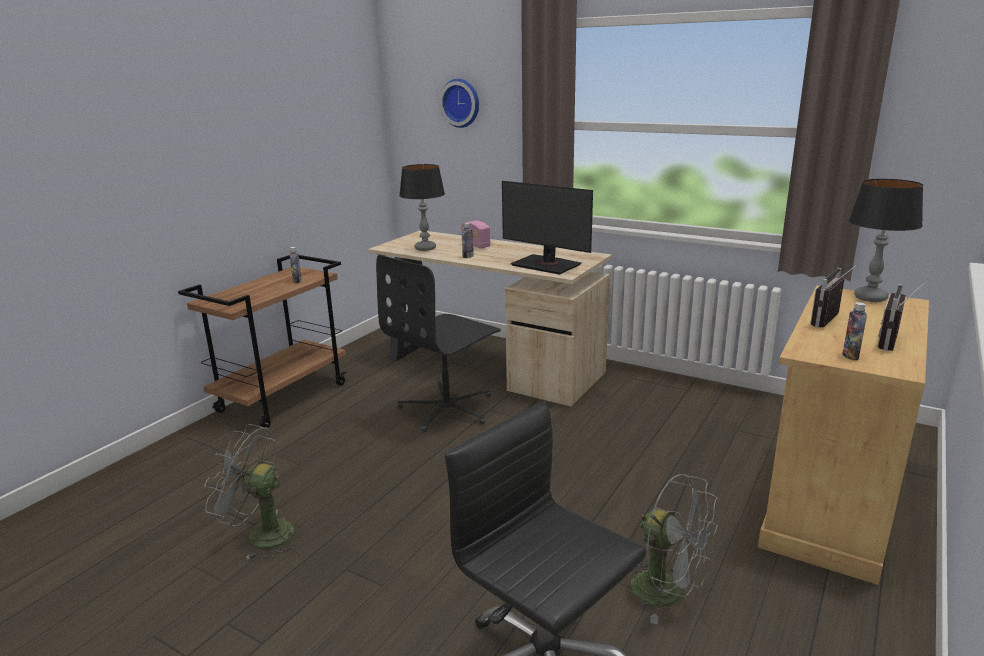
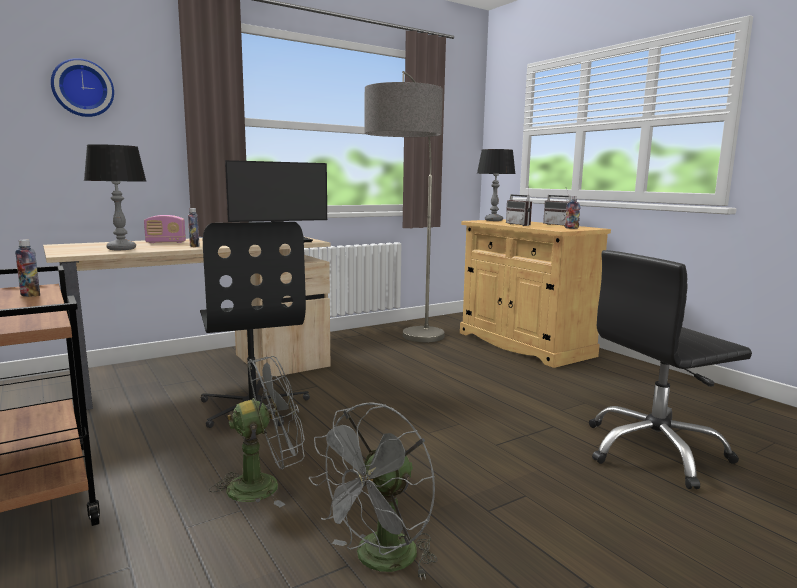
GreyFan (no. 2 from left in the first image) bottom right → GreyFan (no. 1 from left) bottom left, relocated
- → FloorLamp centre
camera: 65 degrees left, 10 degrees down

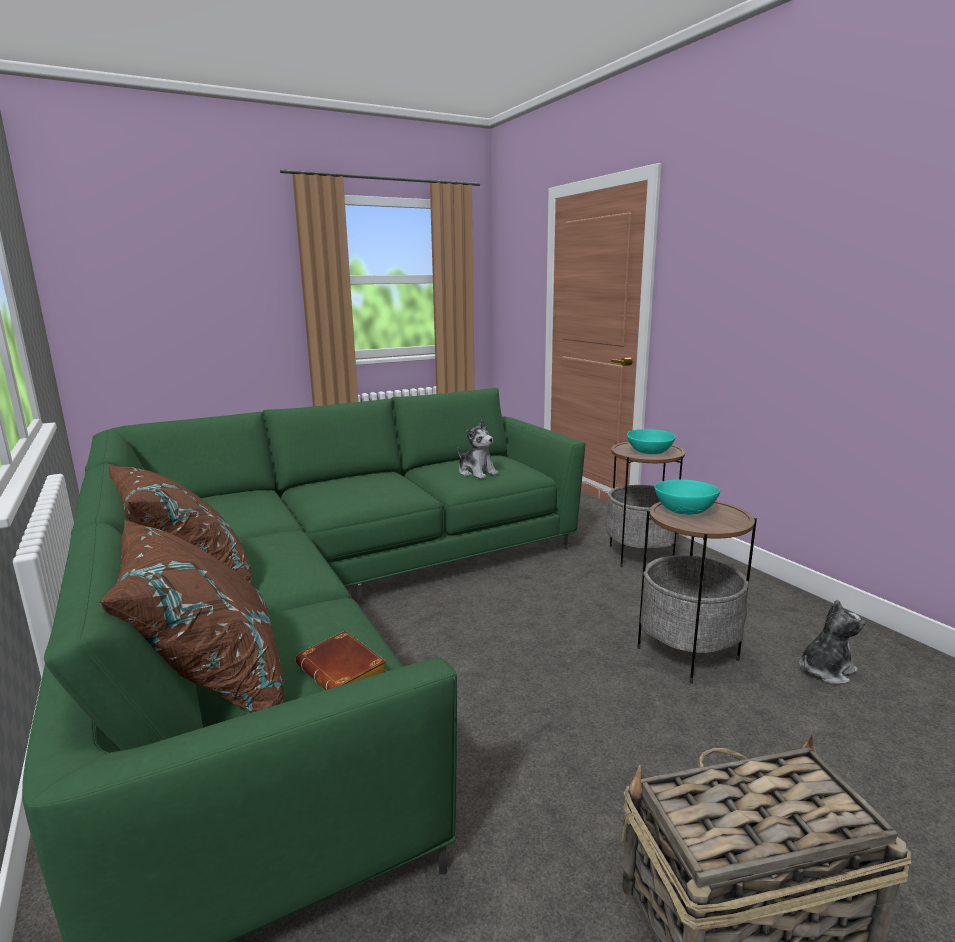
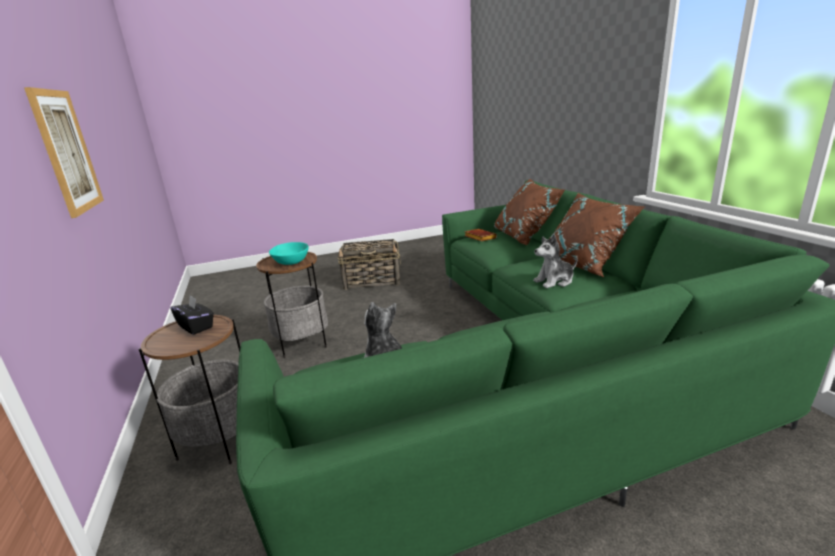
TurquoiseBowl (no. 1 from left) middle right → BlackTissueBox middle left
PlushToy (no. 2 from left) bottom right → PlushToy (no. 2 from left) centre, relocated
- → Picture top left
camera: 170 degrees left, 5 degrees up

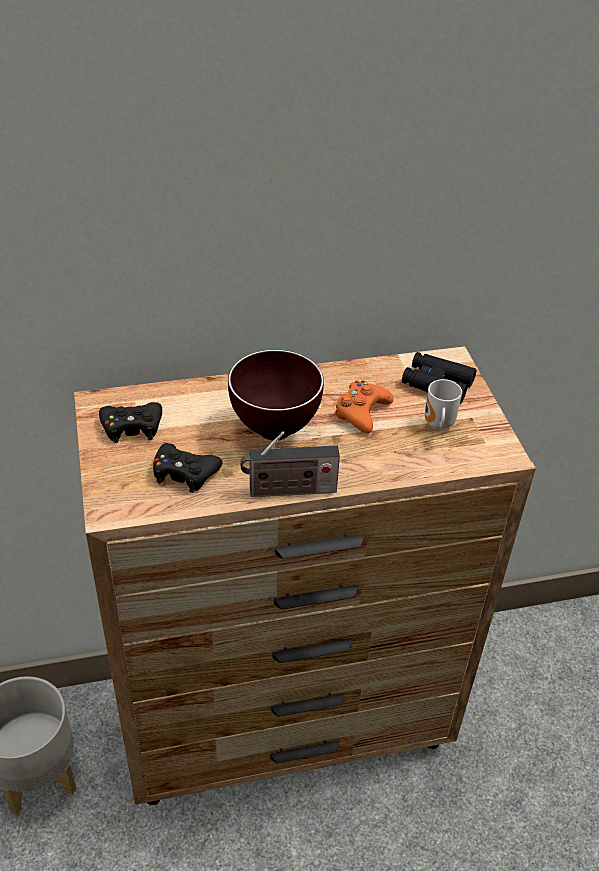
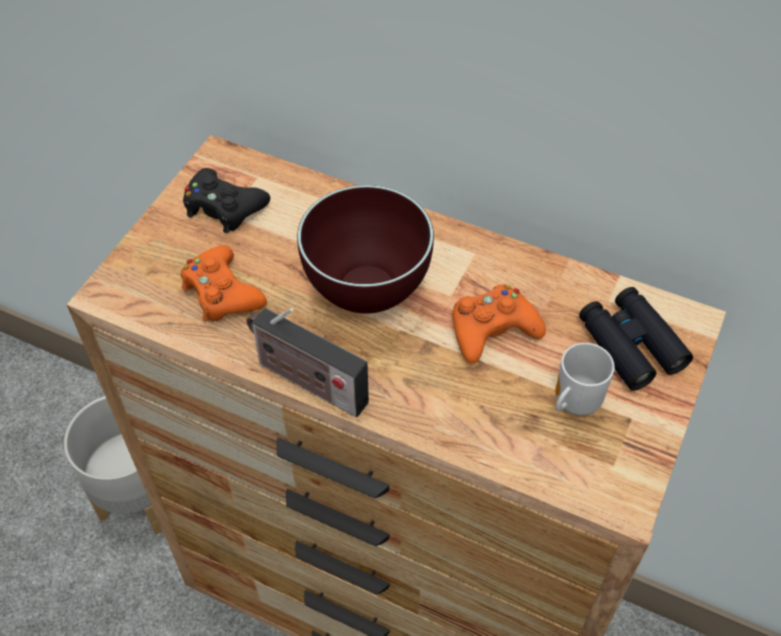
BlackGameController (no. 2 from left) middle left → OrangeGameController (no. 1 from left) middle left
camera: 40 degrees right, 10 degrees up

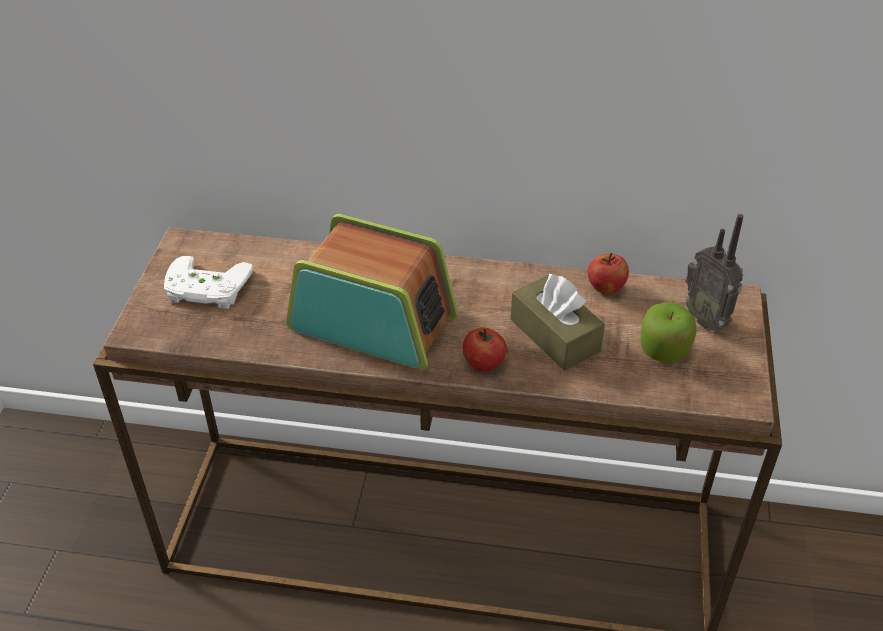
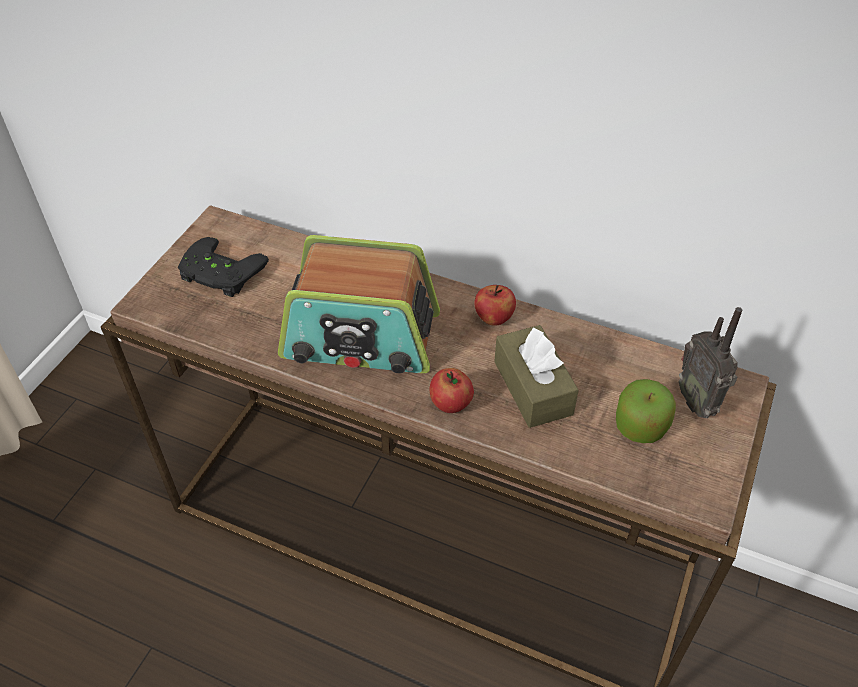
Radio (no. 1 from left) centre, 150 degrees clockwise
Apple (no. 2 from left) middle right → Apple (no. 2 from left) centre, relocated
WhiteGameController middle left → BlackGameController middle left
camera: 15 degrees right, 5 degrees up

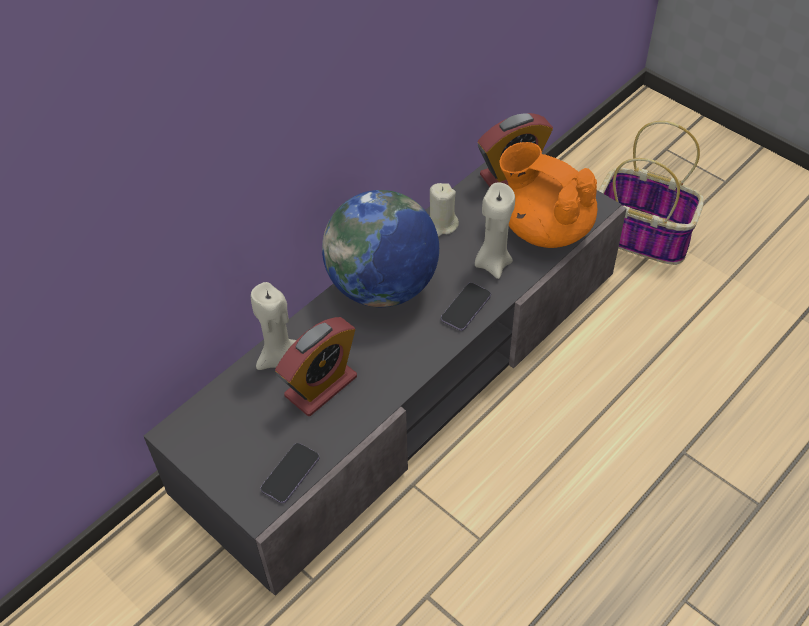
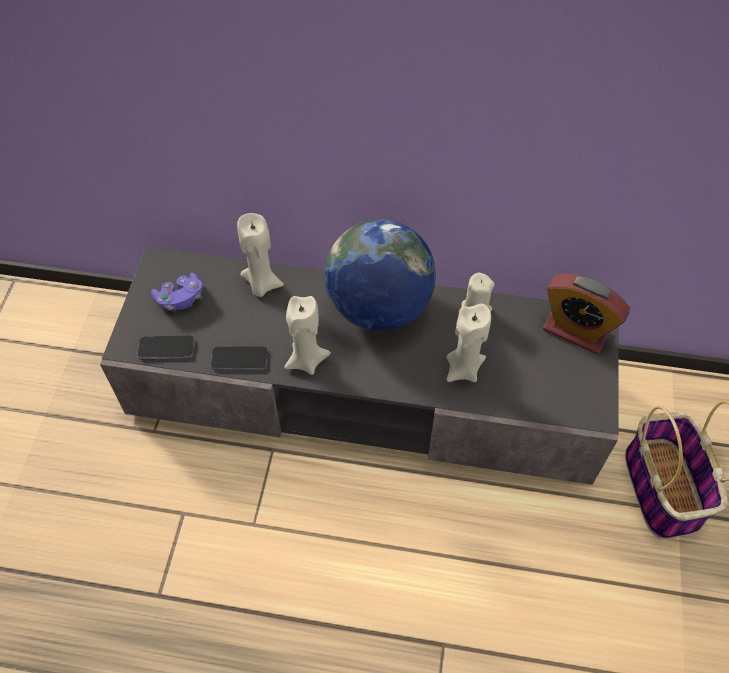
OrangeTeapot top right → -
Phone (no. 2 from left) centre → Phone (no. 2 from left) middle left, relocated
AlarmClock (no. 1 from left) centre → -
- → PurpleGameController middle left
- → BeigeCandle (no. 2 from left) centre
camera: 55 degrees right, 5 degrees up

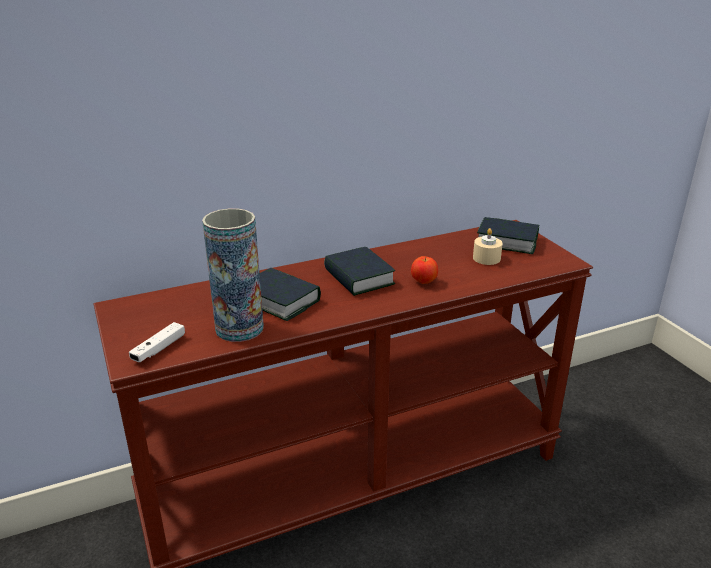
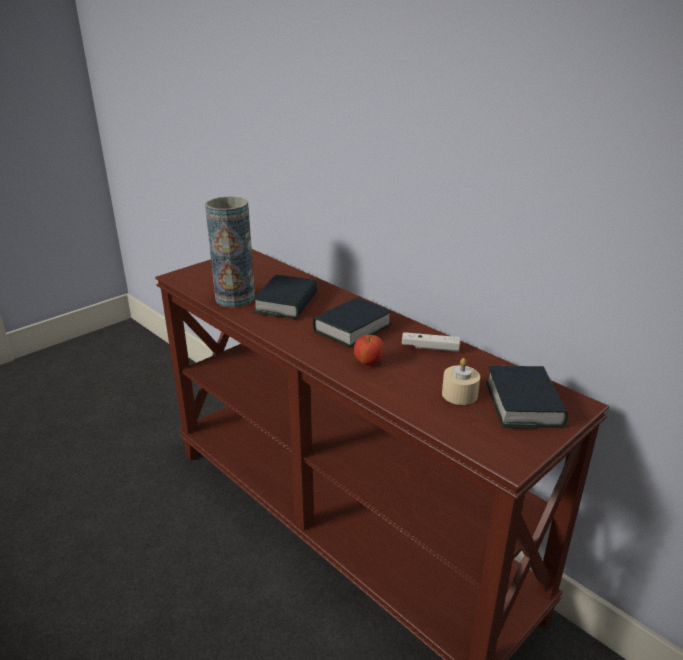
WhiteGameController middle left → WhiteGameController centre, relocated
camera: 70 degrees right, 0 degrees up

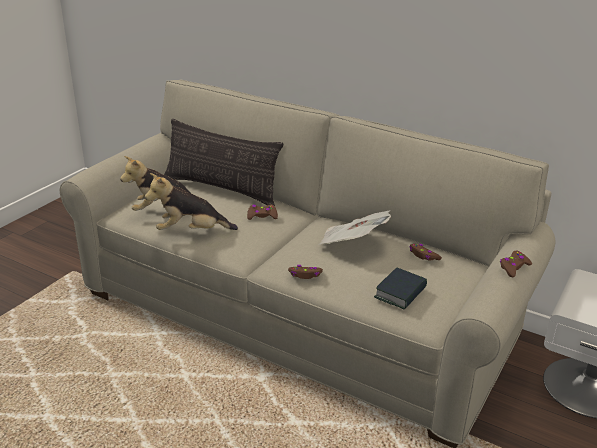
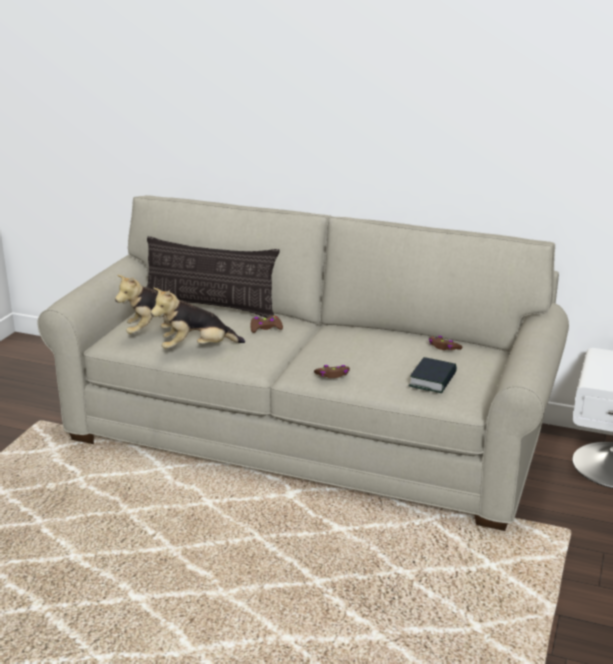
Newspaper centre → -
BrownGameController (no. 4 from left) middle right → -
camera: 10 degrees left, 5 degrees down

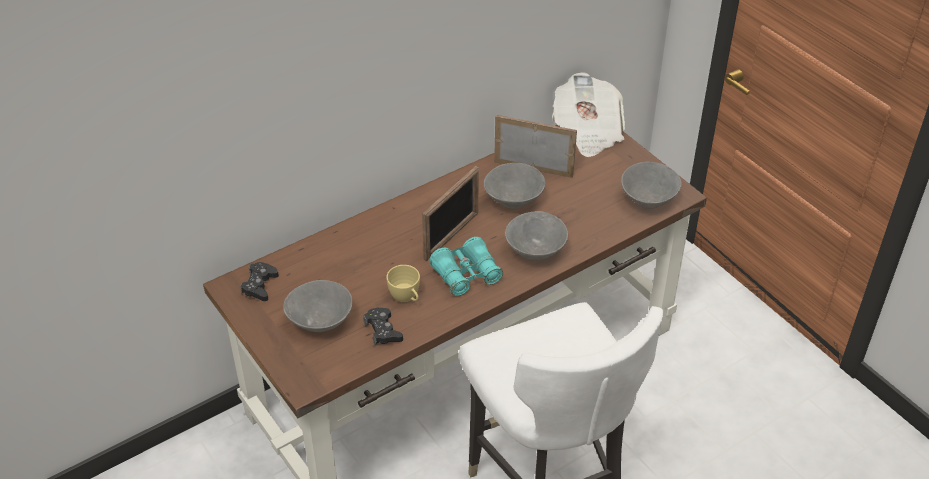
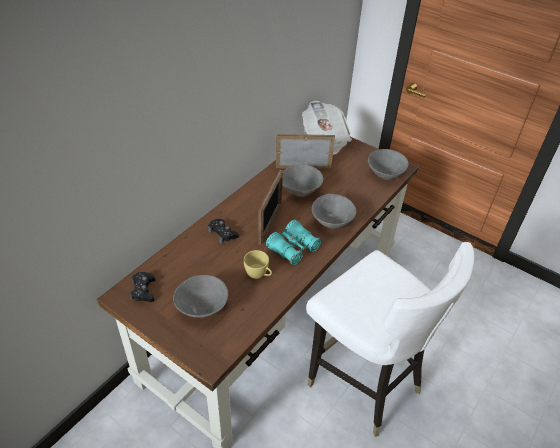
BlackGameController (no. 2 from left) bottom centre → BlackGameController (no. 2 from left) centre, relocated
camera: 20 degrees left, 0 degrees up

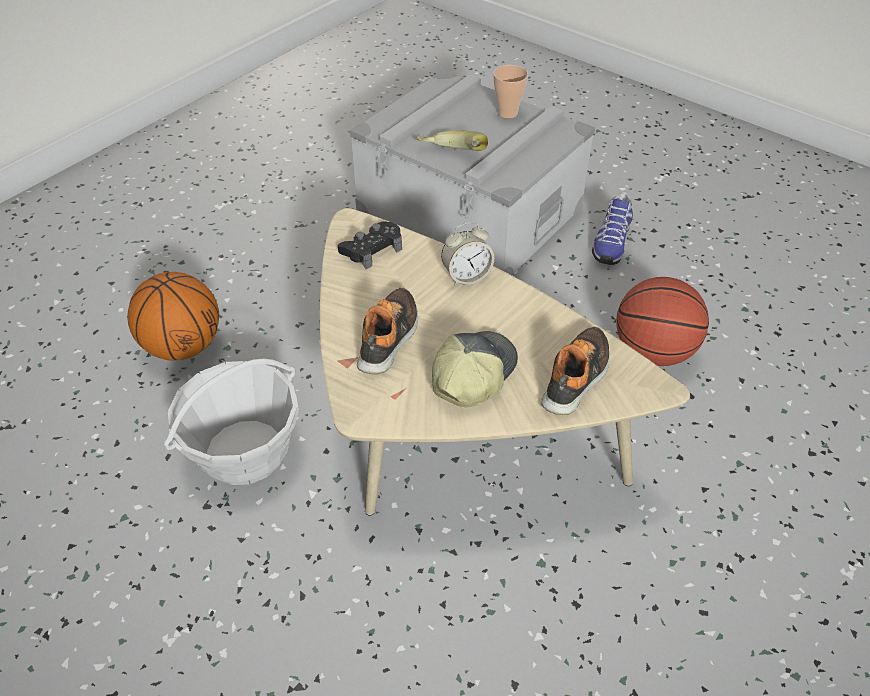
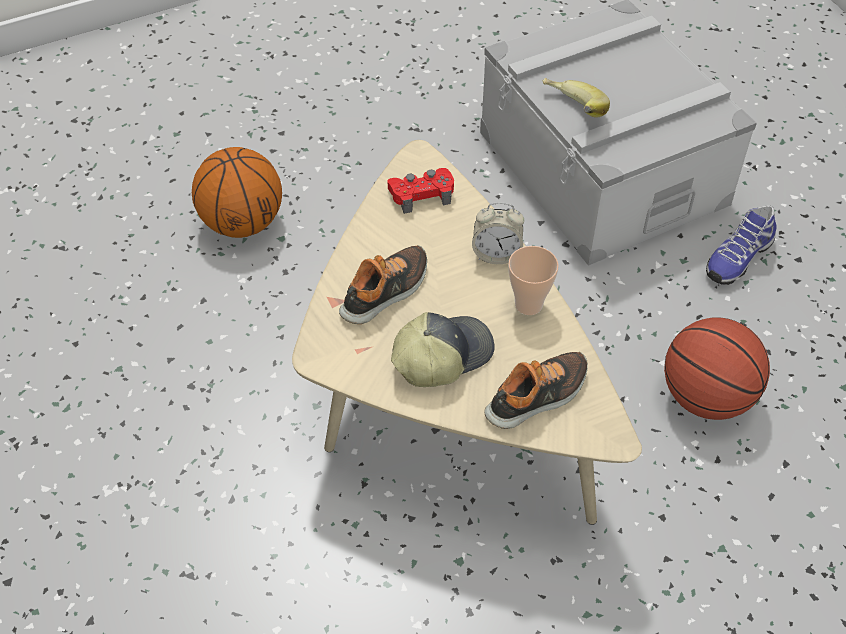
Cup top centre → Cup centre, relocated
BlackGameController centre → RedGameController top centre
Basket middle left → -
camera: 25 degrees right, 5 degrees up

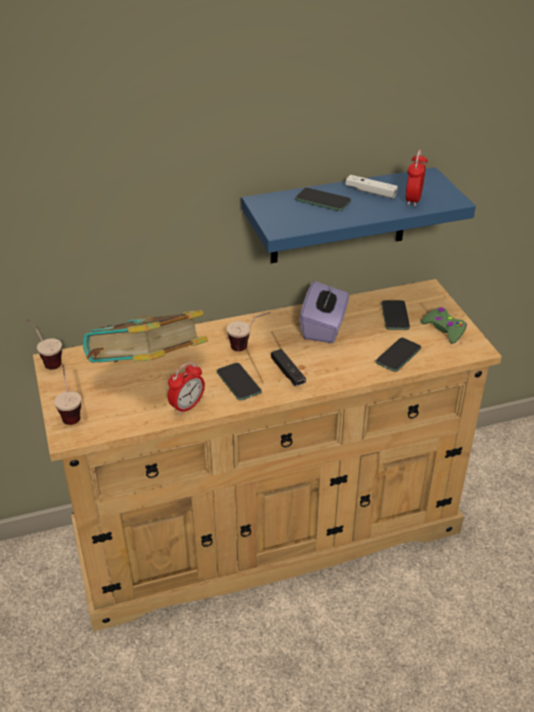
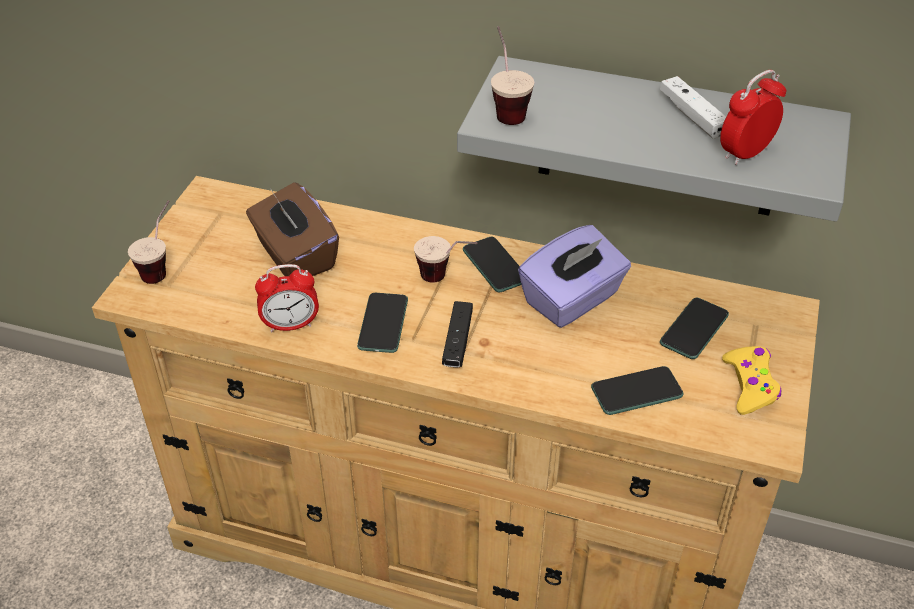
BlueShelf top right → GreyShelf top right
Phone (no. 2 from left) top centre → Phone (no. 2 from left) centre, relocated
GreenGameController middle right → YellowGameController middle right
Book middle left → BrownTissueBox middle left
Cup (no. 1 from left in the first image) middle left → Cup (no. 3 from left) top centre, relocated
camera: 35 degrees right, 5 degrees up

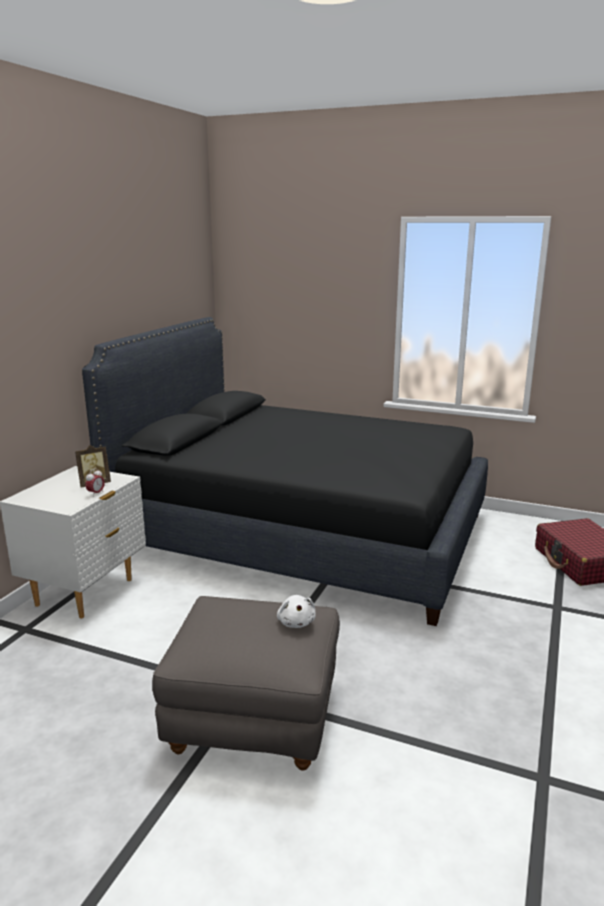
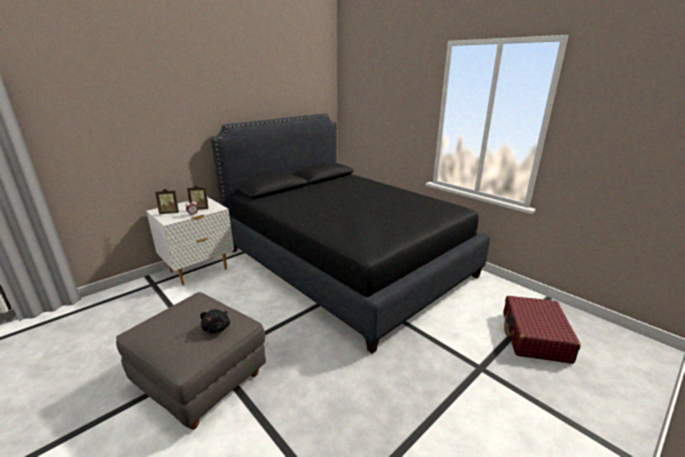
WhitePlushToy bottom centre → BlackPlushToy bottom left
- → PictureFrame (no. 1 from left) middle left
camera: 25 degrees right, 5 degrees up

